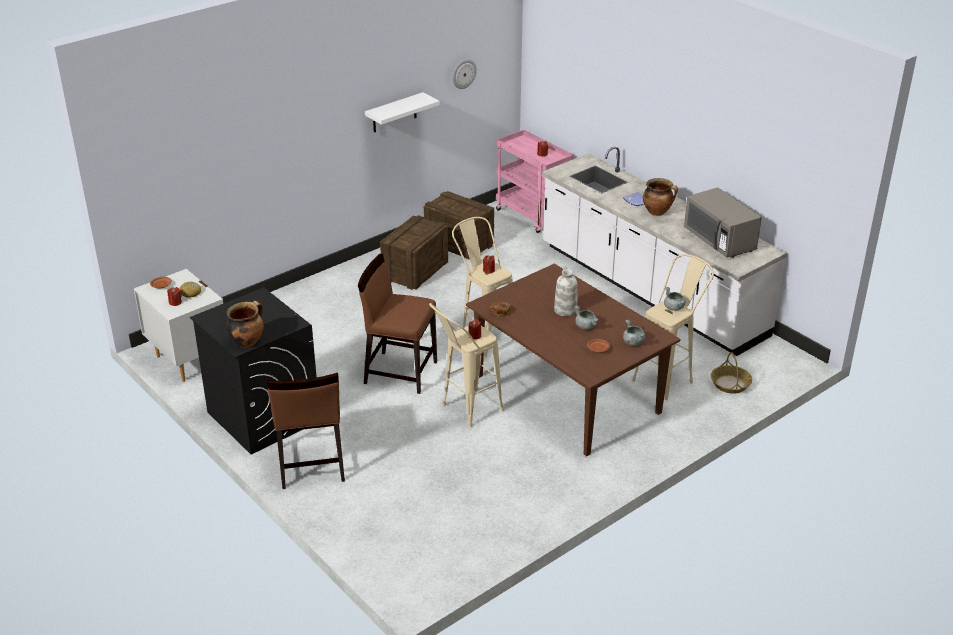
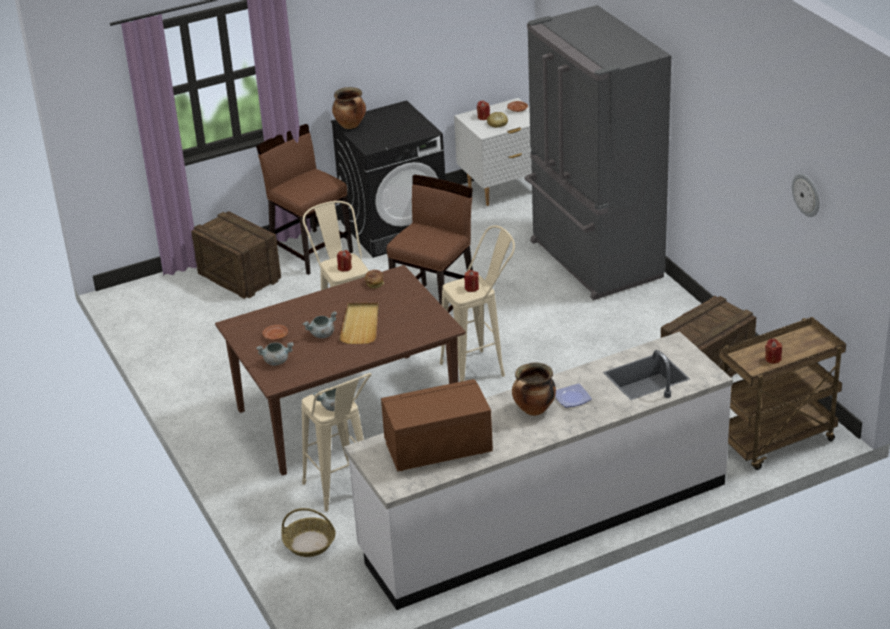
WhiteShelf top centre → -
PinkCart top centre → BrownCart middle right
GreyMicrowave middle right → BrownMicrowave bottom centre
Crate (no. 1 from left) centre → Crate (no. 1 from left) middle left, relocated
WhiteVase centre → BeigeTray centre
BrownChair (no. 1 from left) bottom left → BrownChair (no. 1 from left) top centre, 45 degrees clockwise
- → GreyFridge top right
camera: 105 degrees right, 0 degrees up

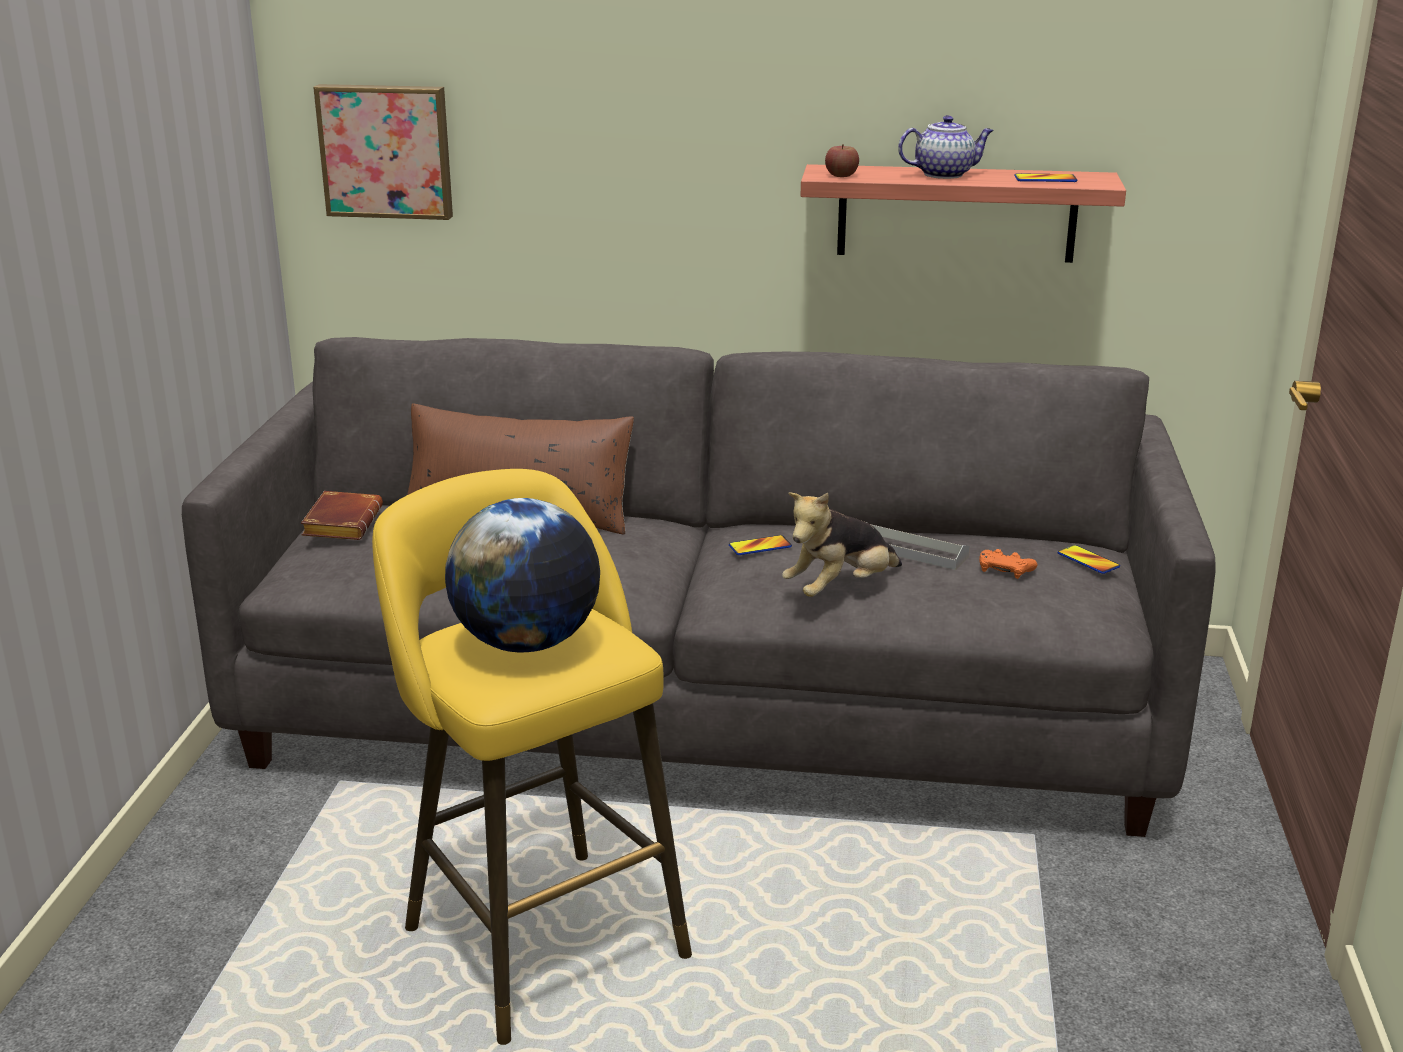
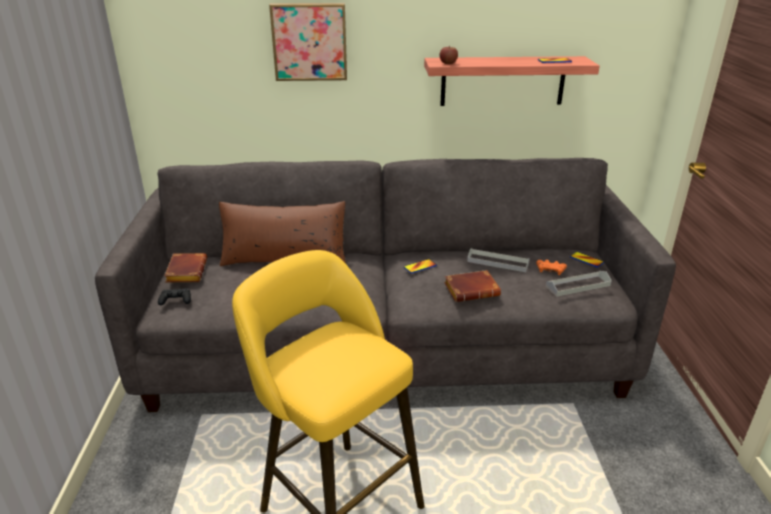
Picture top left → Picture top centre, relocated
Teapot top right → -
PlushToy centre → BrownBook (no. 2 from left) centre
Globe centre → -
- → GreyTray (no. 2 from left) middle right
- → BlackGameController middle left
camera: 10 degrees left, 5 degrees up

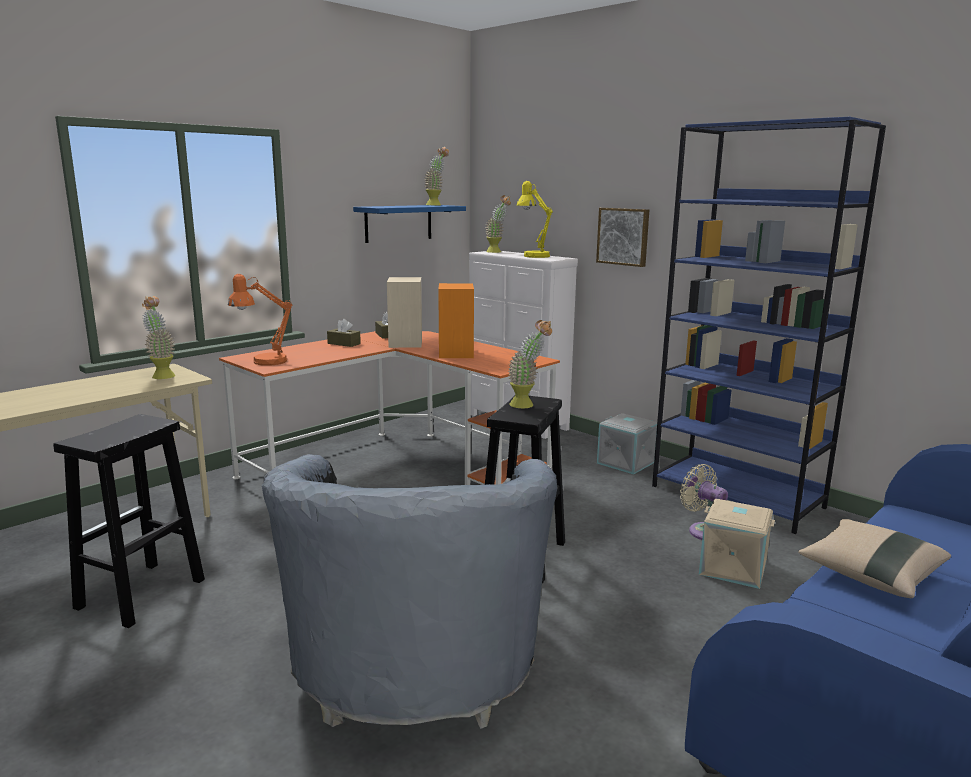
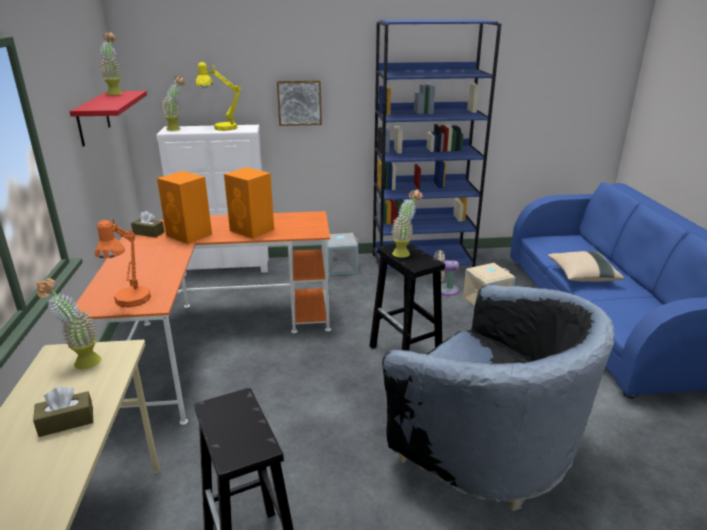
BlueShelf top centre → RedShelf top left
BeigeSpeaker centre → OrangeSpeaker (no. 1 from left) middle left
BrownTissueBox (no. 1 from left) centre → BrownTissueBox (no. 1 from left) bottom left, relocated
camera: 50 degrees left, 10 degrees up

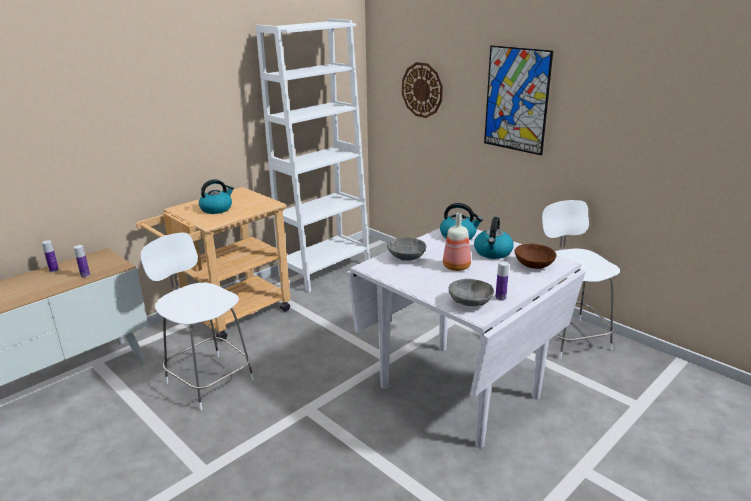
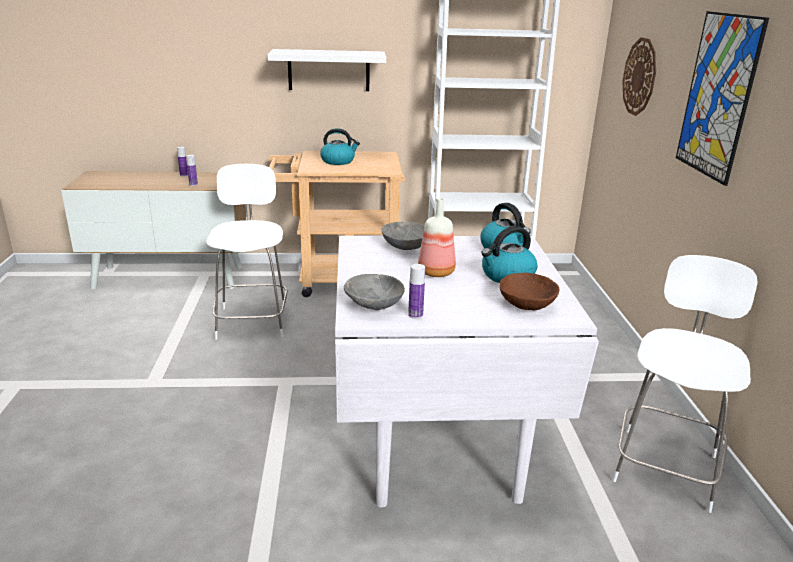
- → WhiteShelf top centre
camera: 40 degrees right, 0 degrees up

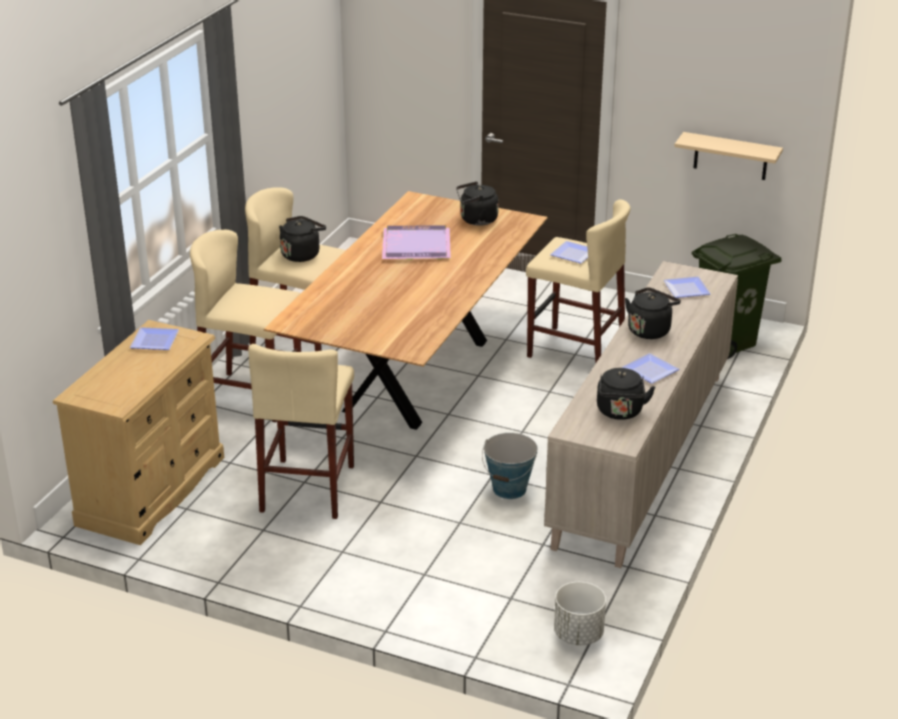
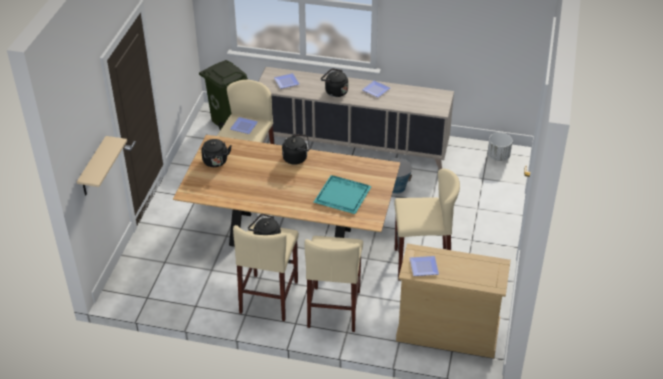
BeigeShelf top right → BeigeShelf middle left, relocated
PurpleTray centre → -
BlackKettle (no. 3 from left) middle right → BlackKettle (no. 3 from left) centre, relocated
- → TurquoiseTray centre
camera: 100 degrees left, 10 degrees up

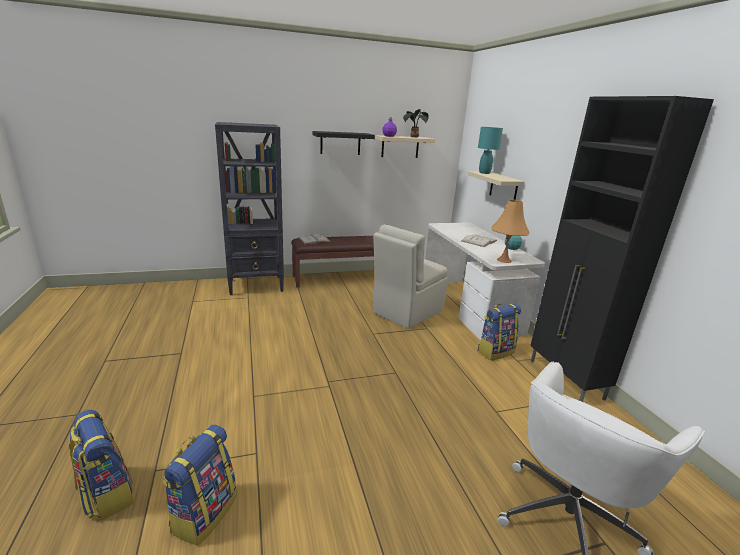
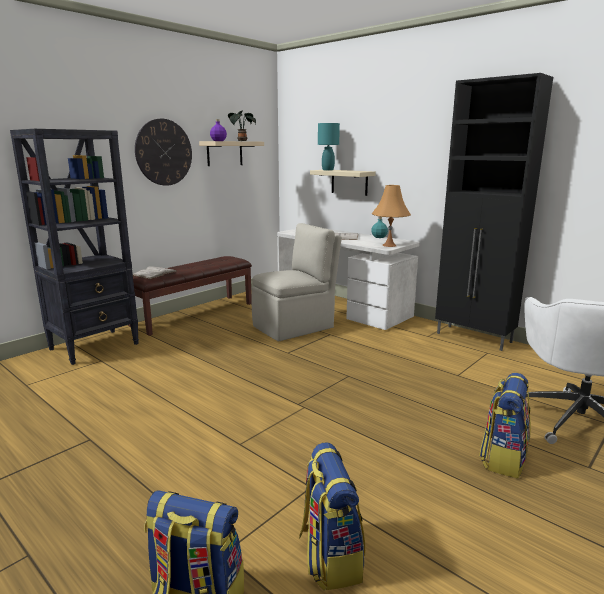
BlackShelf top centre → WallClock top left
BeigeChair centre, 135 degrees counterclockwise
Backpack (no. 3 from left) middle right → Backpack (no. 3 from left) bottom right, relocated
camera: 30 degrees left, 5 degrees down

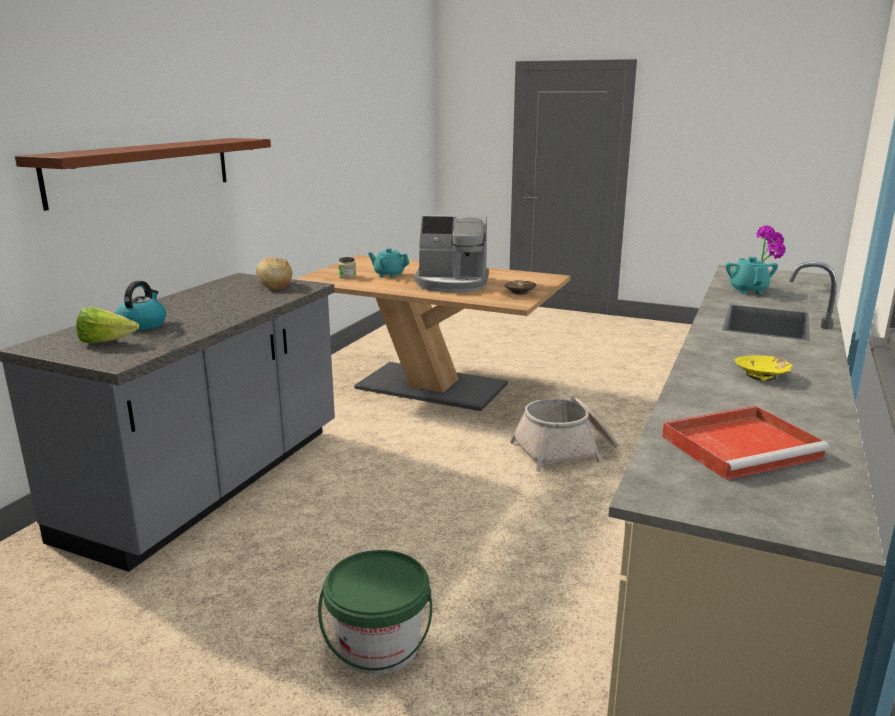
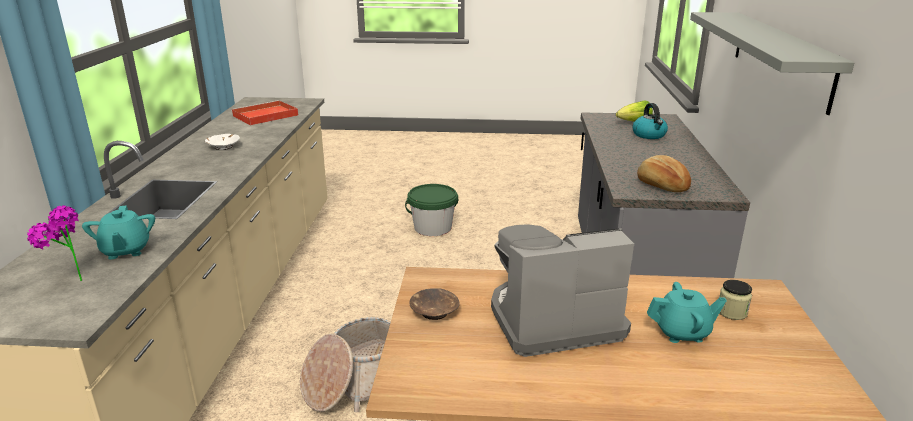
BrownShelf top left → GreyShelf top right
YellowBowl middle right → WhiteBowl middle left
camera: 160 degrees right, 5 degrees up

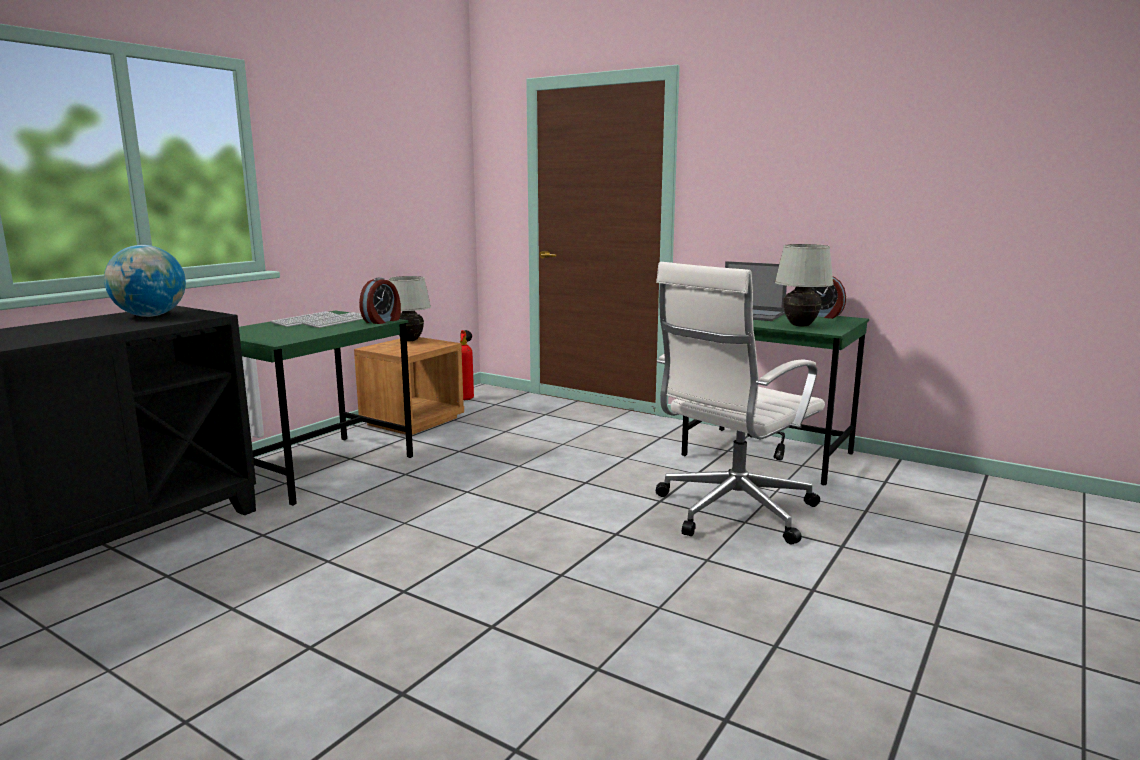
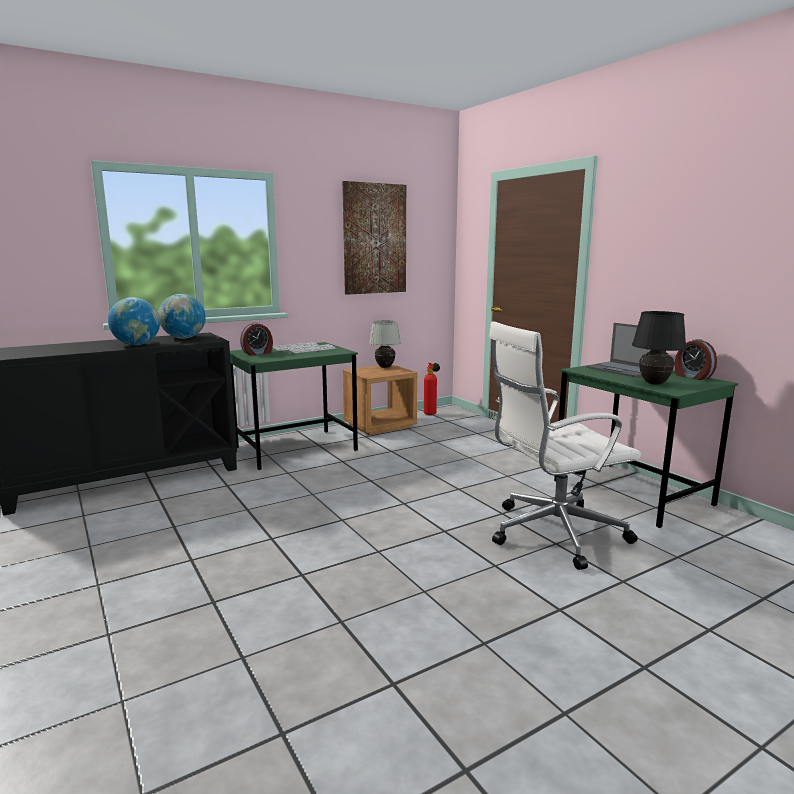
WhiteTableLamp (no. 2 from left) middle right → BlackTableLamp middle right
AlarmClock (no. 1 from left) centre → AlarmClock (no. 1 from left) middle left, relocated
- → Picture top centre
- → Globe (no. 1 from left) middle left
camera: 25 degrees right, 0 degrees up

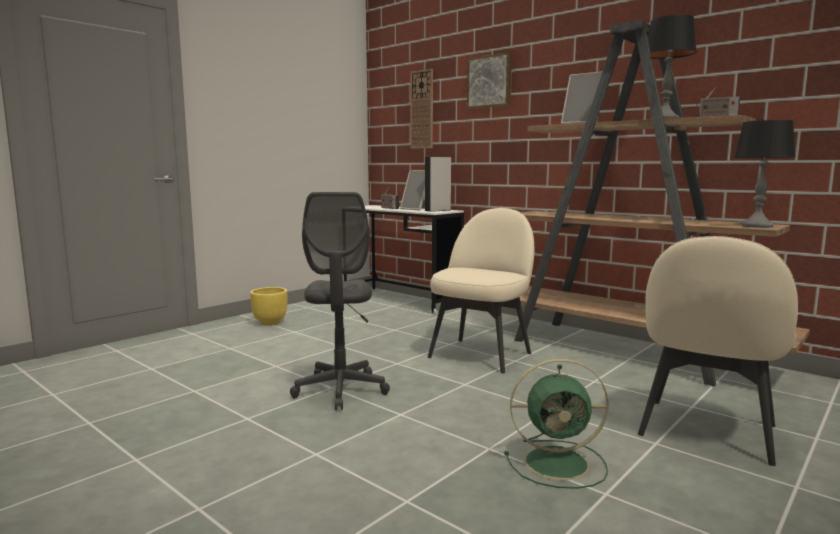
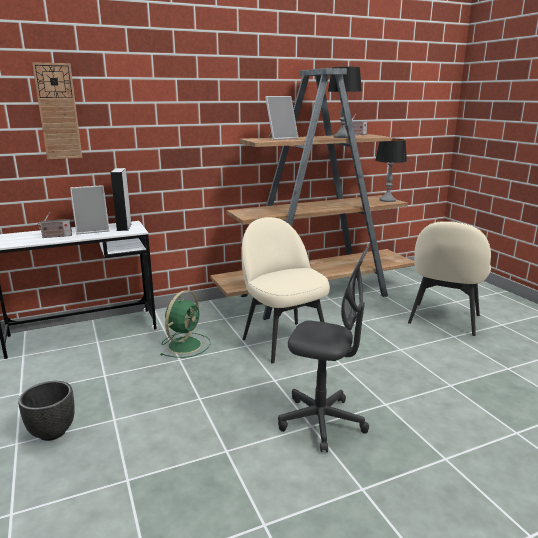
Picture top centre → -
BeigeChair (no. 2 from left) middle right, 60 degrees clockwise
YellowPlanter middle left → BlackPlanter bottom left
GreenFan bottom centre → GreenFan centre, relocated
camera: 65 degrees left, 10 degrees up

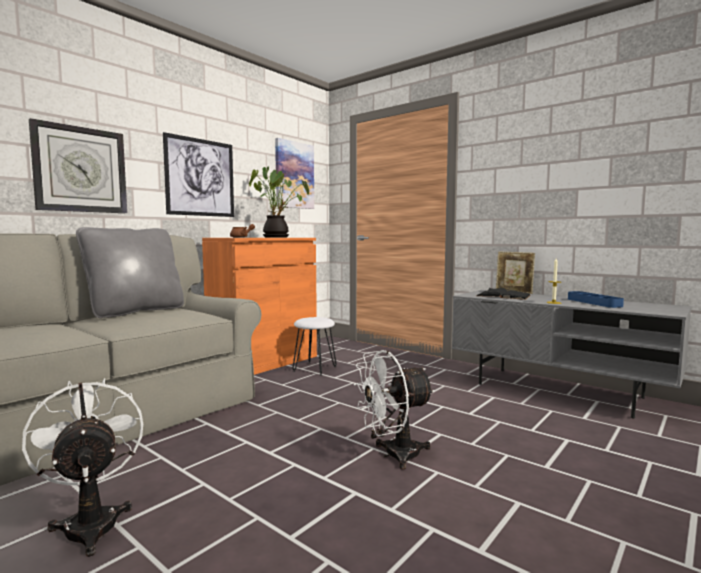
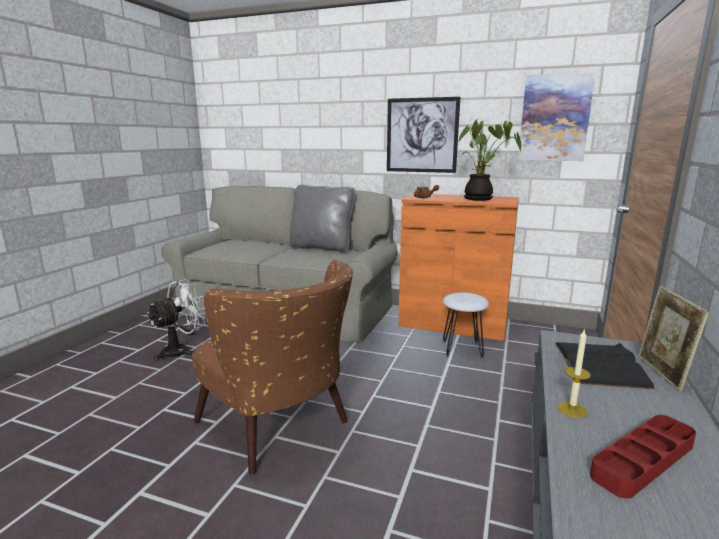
WallClock top left → -
BlueTray middle right → RedTray bottom right
WhiteFan (no. 2 from left) bottom centre → BrownArmchair bottom centre
camera: 70 degrees right, 10 degrees up

